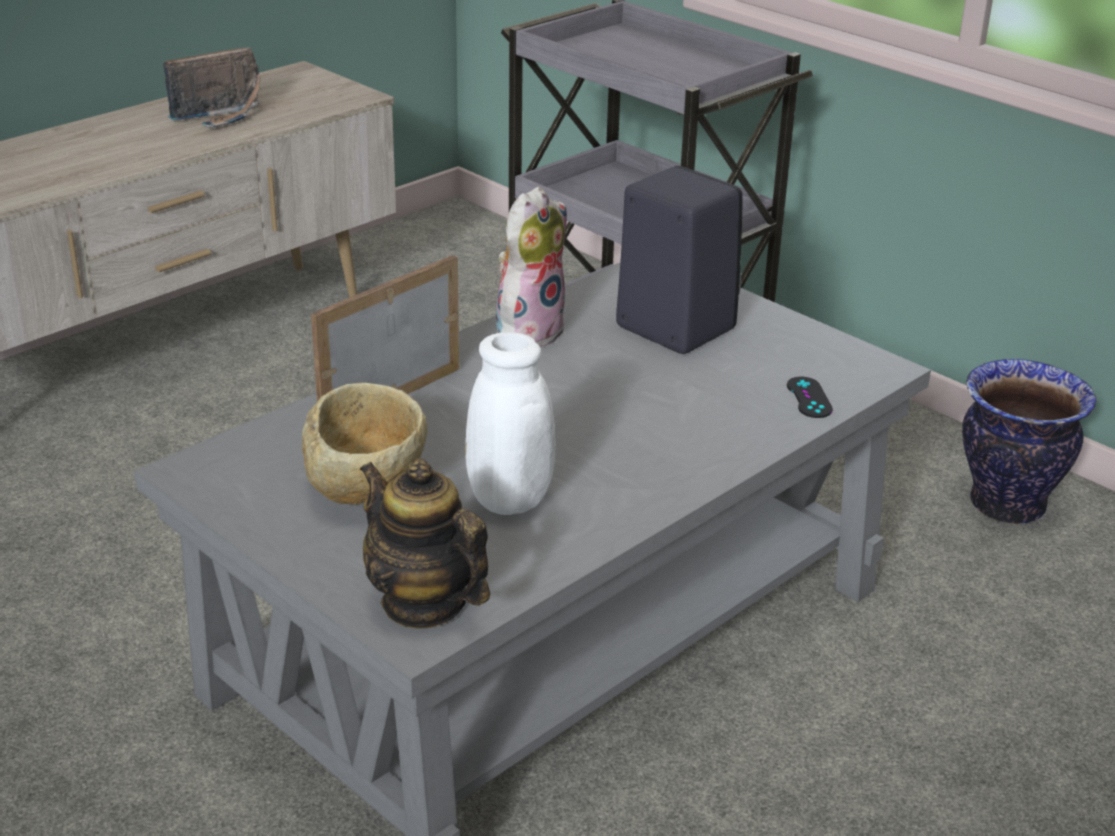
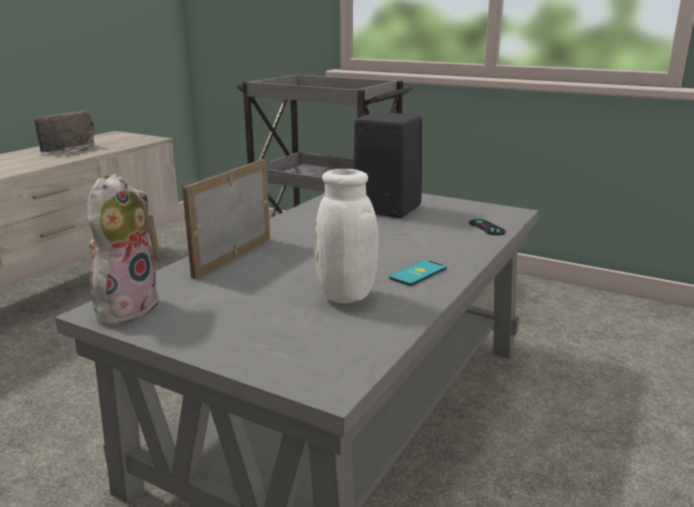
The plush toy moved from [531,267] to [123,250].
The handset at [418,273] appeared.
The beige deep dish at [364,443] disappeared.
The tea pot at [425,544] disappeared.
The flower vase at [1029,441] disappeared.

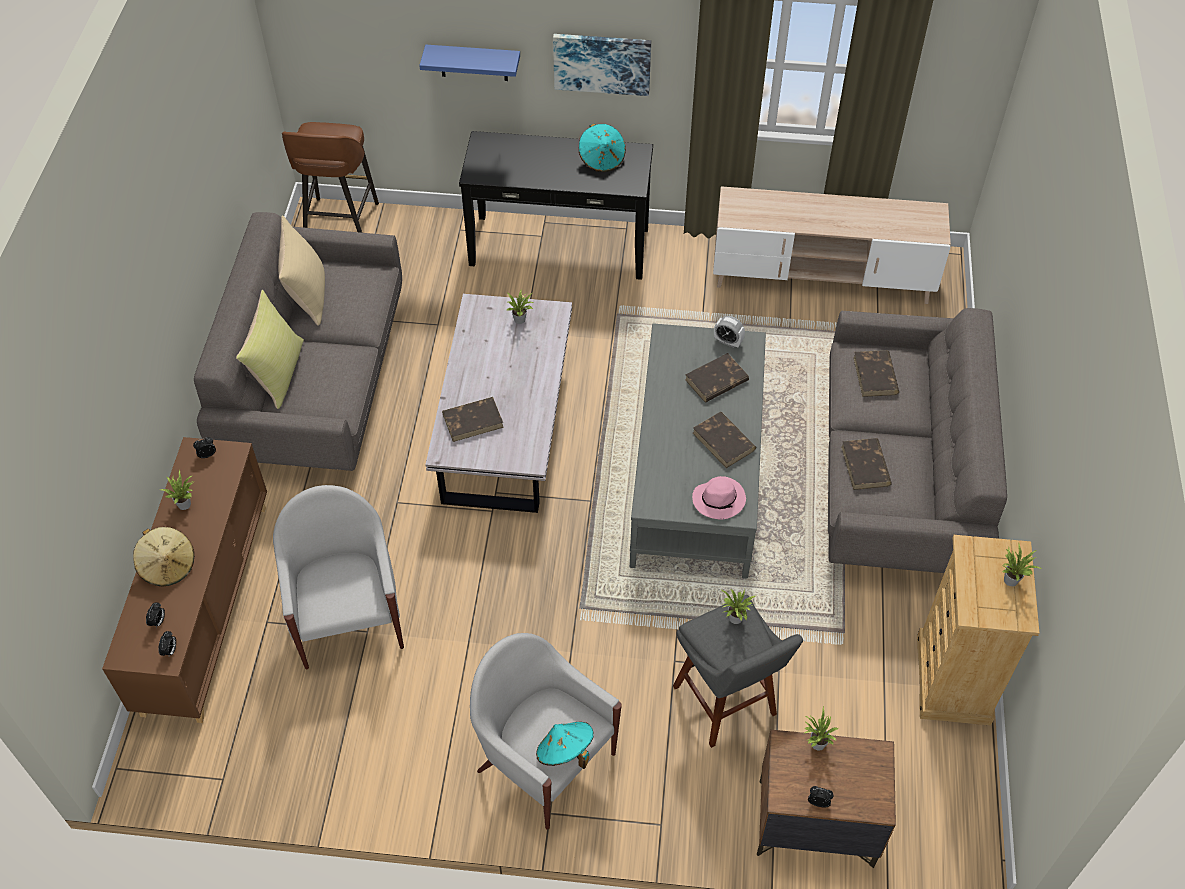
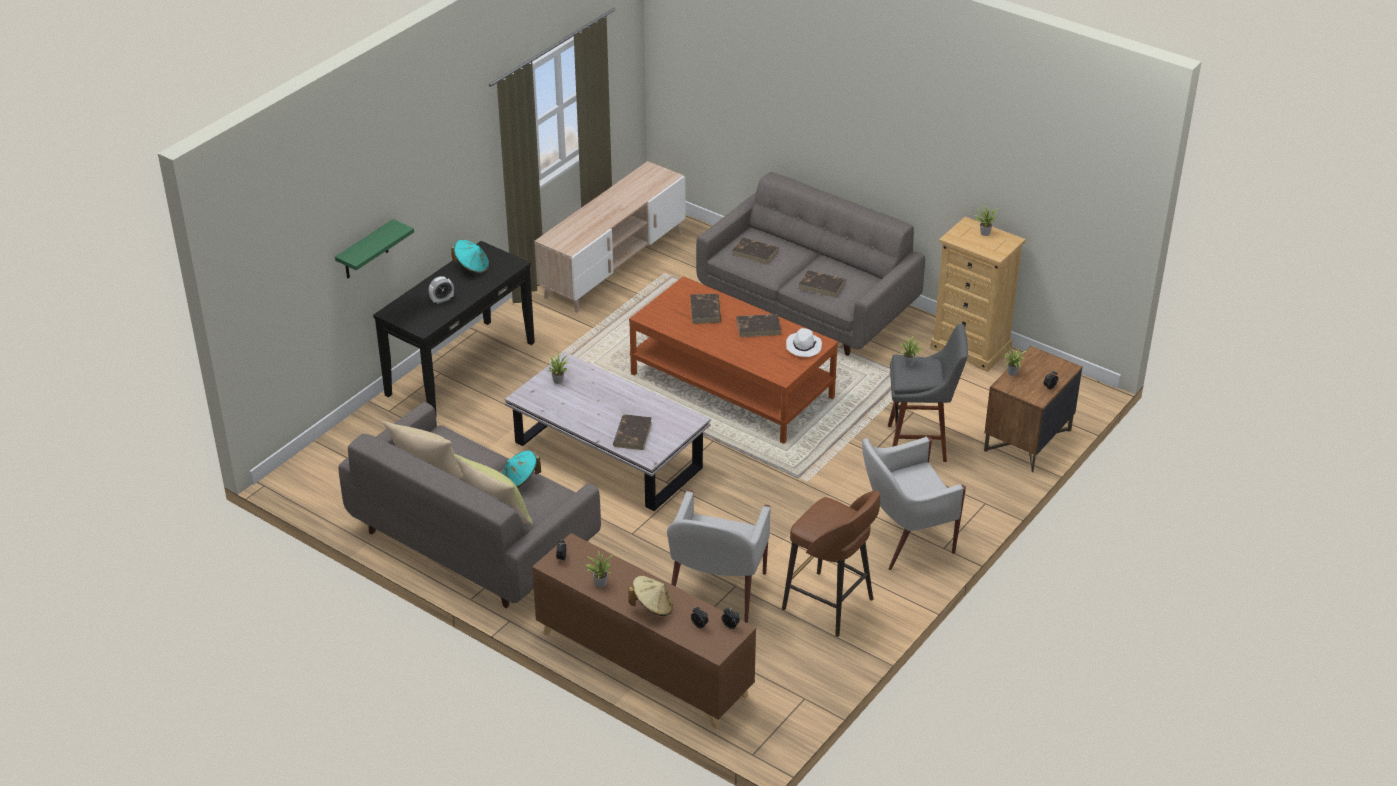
The bluish bracket shelf at [469,63] became the green-coloured bracket shelf at [374,248].
The bedside clock moved from [729,332] to [441,290].
The turquoise hat moved from [565,745] to [521,469].
The grey low table at [698,451] became the brown low table at [733,360].
The white armchair at [338,577] turned 90 degrees counterclockwise.
The brown stool moved from [330,177] to [831,564].
The pink hat at [719,497] became the white hat at [804,342].
The wall art at [602,65] disappeared.

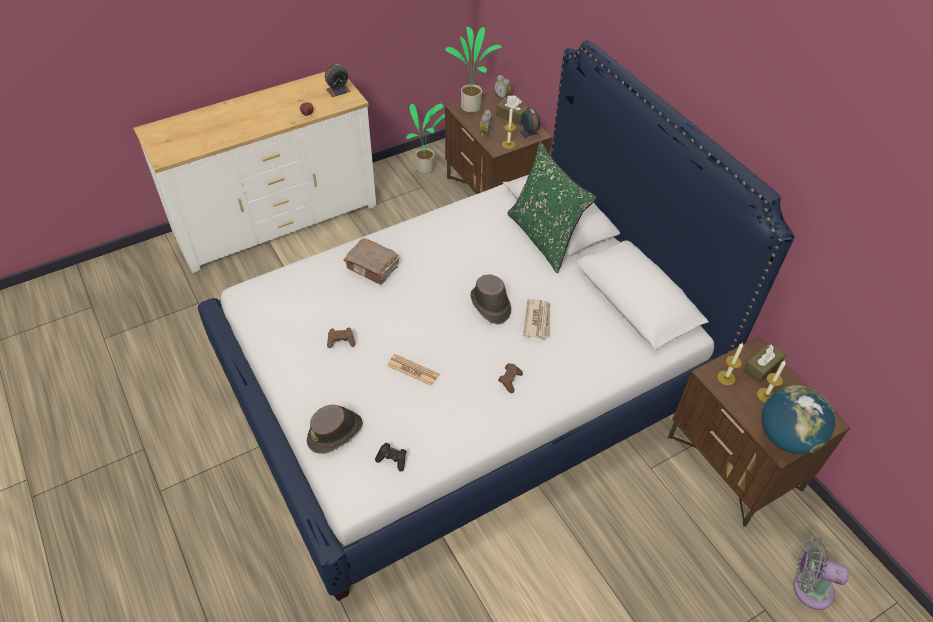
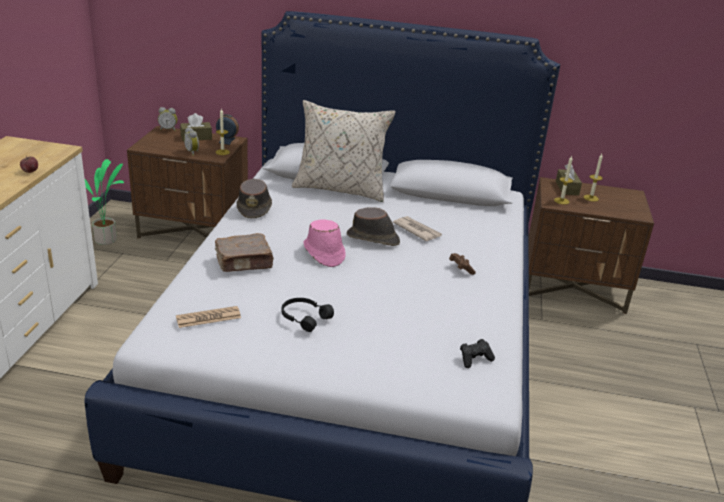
The printed paper moved from [413,370] to [208,317].
The brown hat moved from [335,429] to [254,198].
The brown game controller at [341,337] was replaced by the blackish headset at [308,315].
The green-coloured cushion at [551,207] became the beige cushion at [344,151].
The pink hat at [324,243] appeared.
The bedside clock at [338,80] disappeared.
The potted plant at [473,69] disappeared.
The world globe at [798,419] disappeared.
The grey cooling fan at [821,574] disappeared.

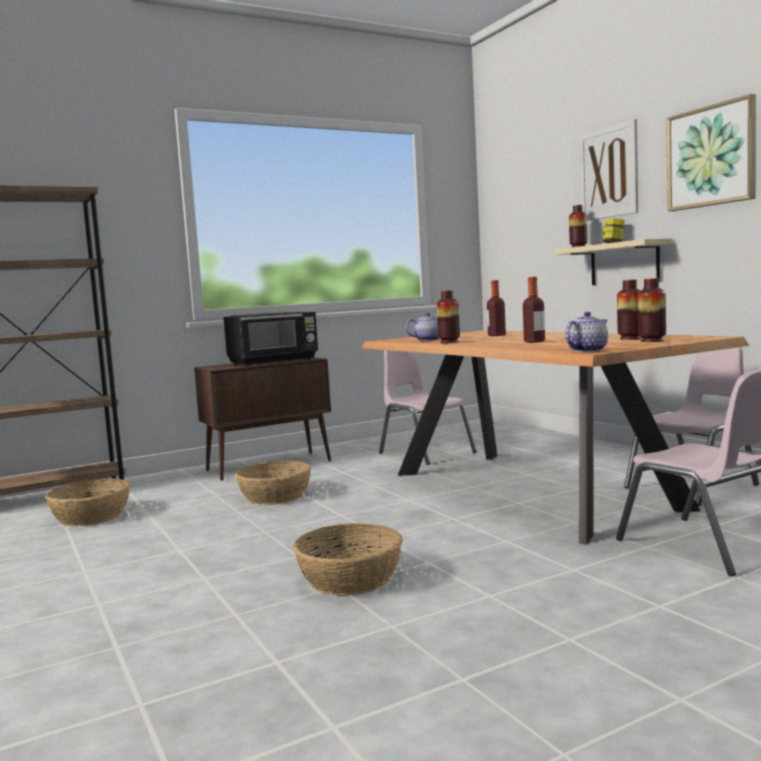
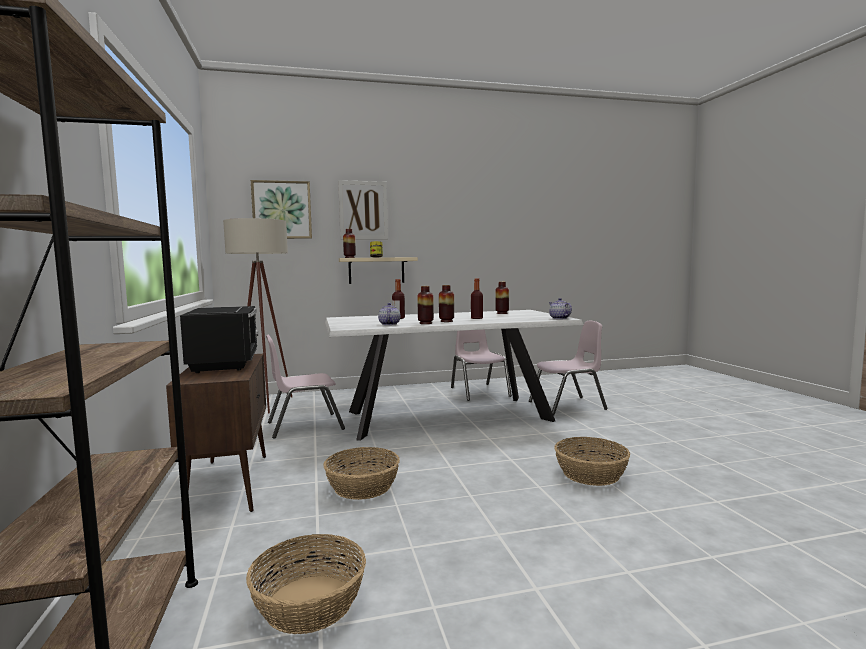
The beige standing lamp at [257,316] appeared.
The wall art moved from [711,152] to [281,209].
The brown dinner table at [555,437] became the white dinner table at [454,375].
The flower vase moved from [652,310] to [446,303].

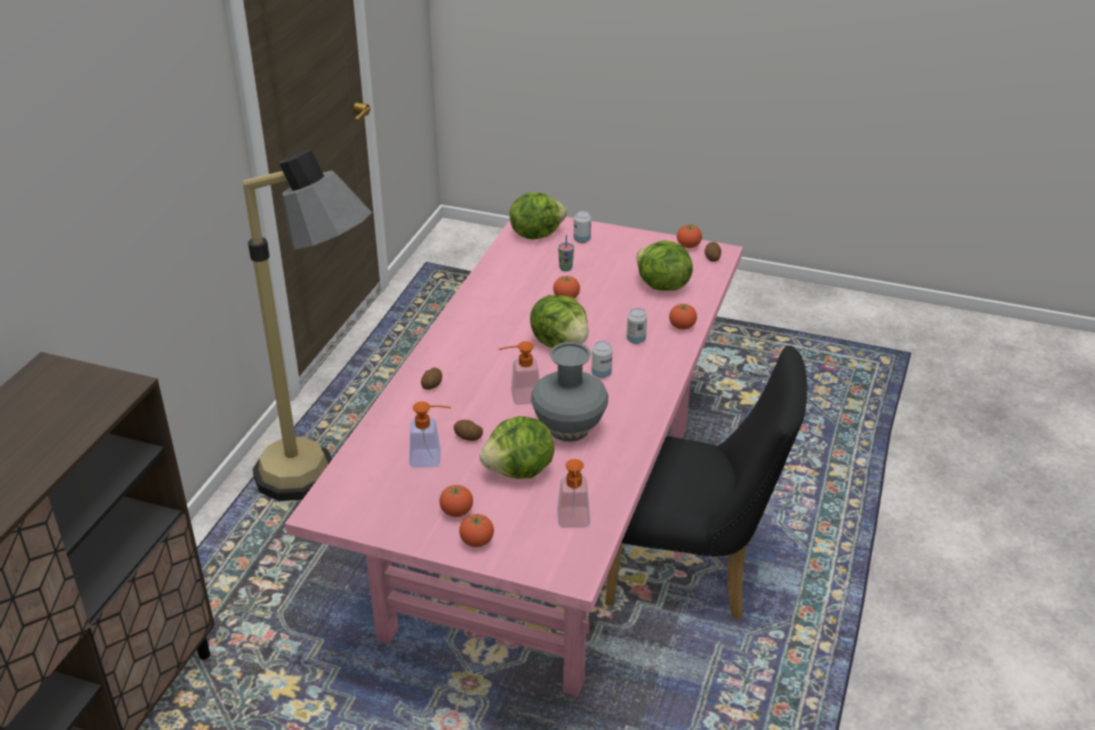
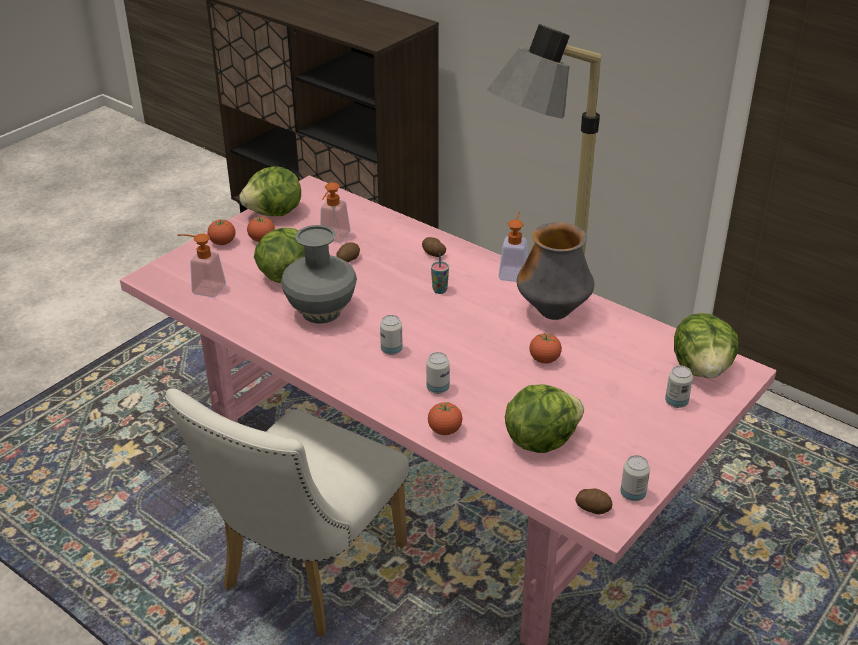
The blackish upright chair at [706,482] became the white upright chair at [287,512].
The lettuce head moved from [559,321] to [270,191].
The drinking cup moved from [566,253] to [440,273].
The soap dispenser moved from [519,373] to [513,246].
The flower vase at [555,271] appeared.
The tomato at [689,236] was replaced by the metal can at [635,478].

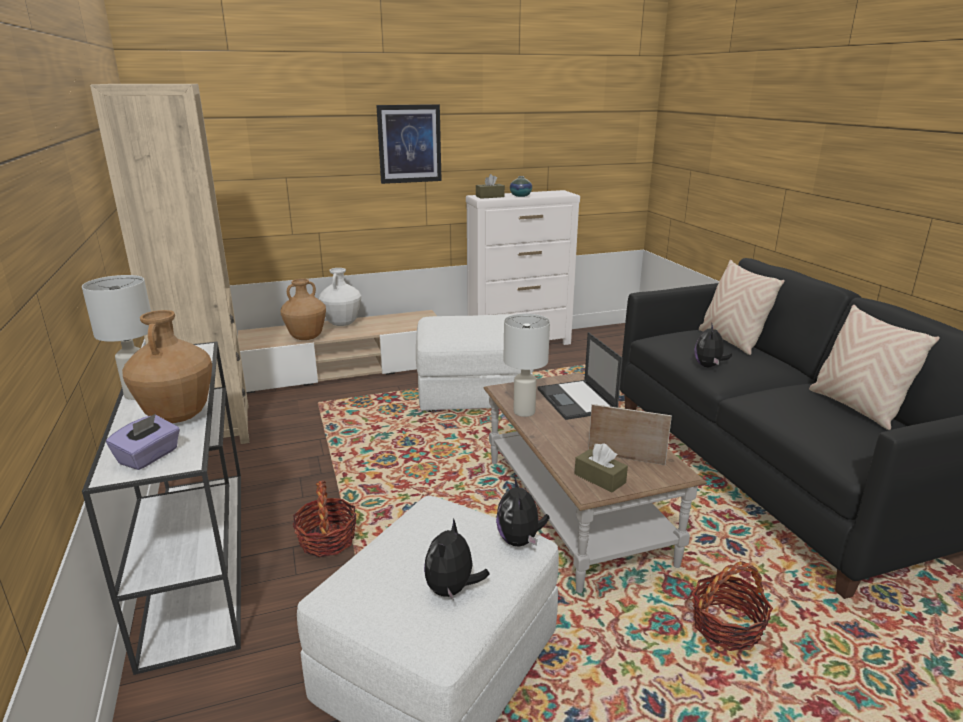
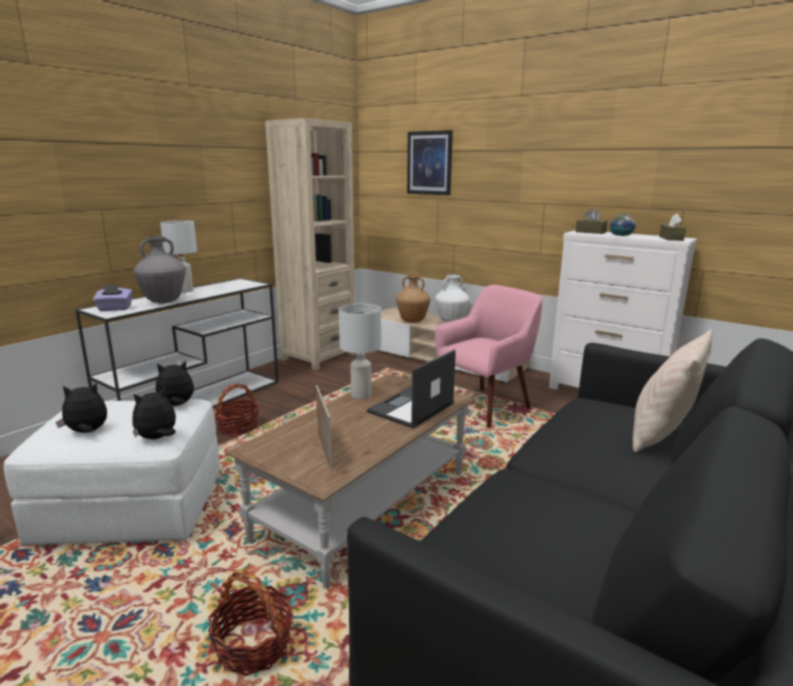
The brown flower vase at [167,366] became the grey flower vase at [159,269].
The plush toy moved from [713,344] to [175,383].
The wall art moved from [409,144] to [430,162].
The white ottoman at [475,363] was replaced by the pink armchair at [488,356].
The brown tissue box moved from [601,468] to [672,227].
The beige cushion at [874,367] disappeared.

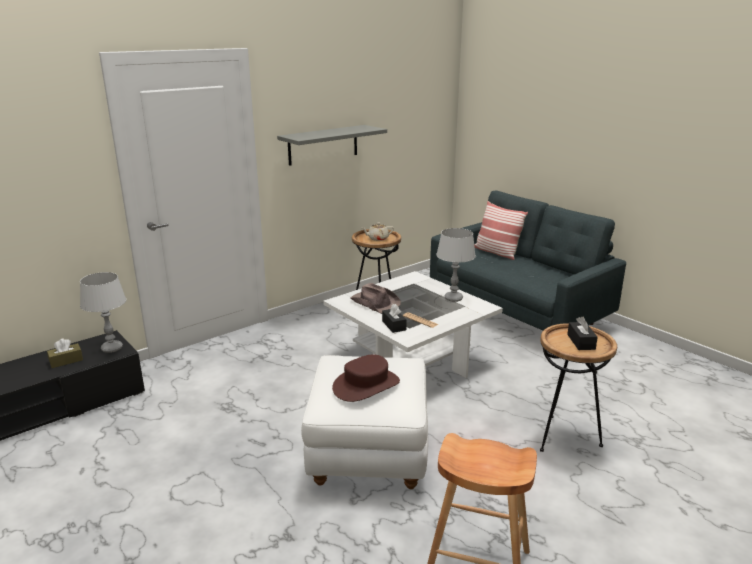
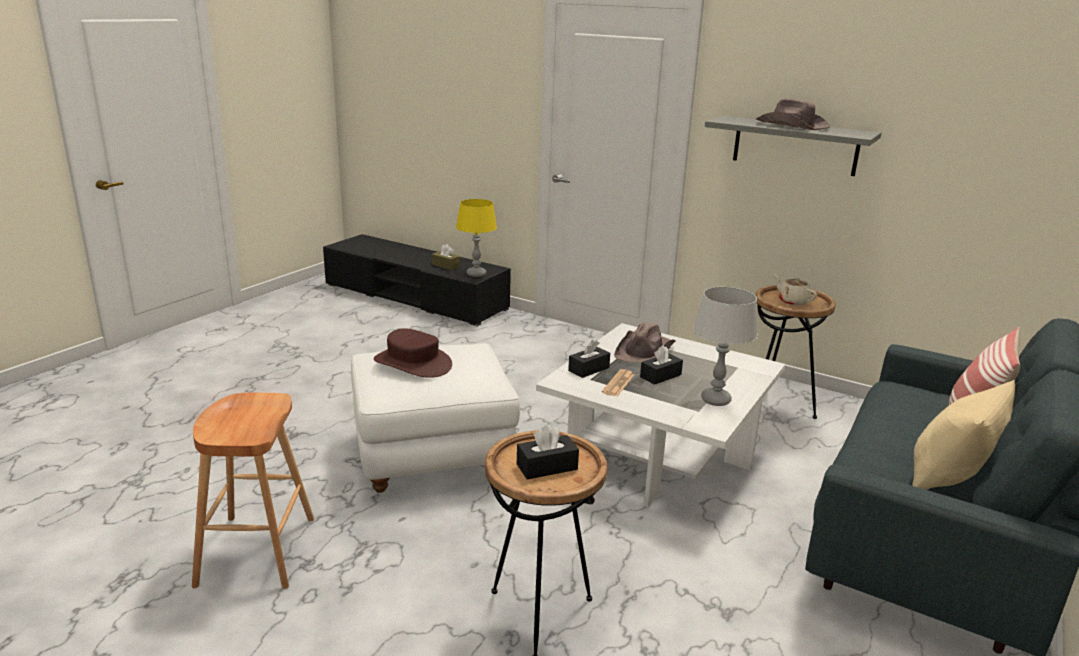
The grey table lamp at [103,312] became the yellowish table lamp at [476,238].
The blackish tissue box at [661,365] appeared.
The brown hat at [793,114] appeared.
The beige cushion at [963,435] appeared.

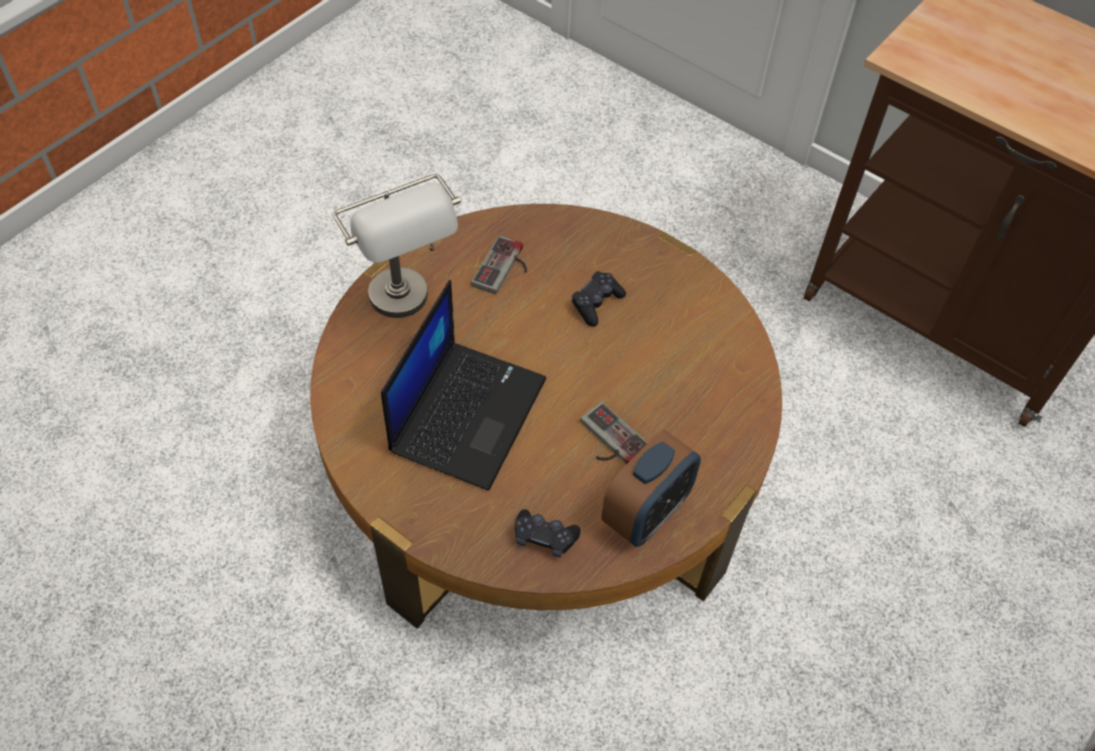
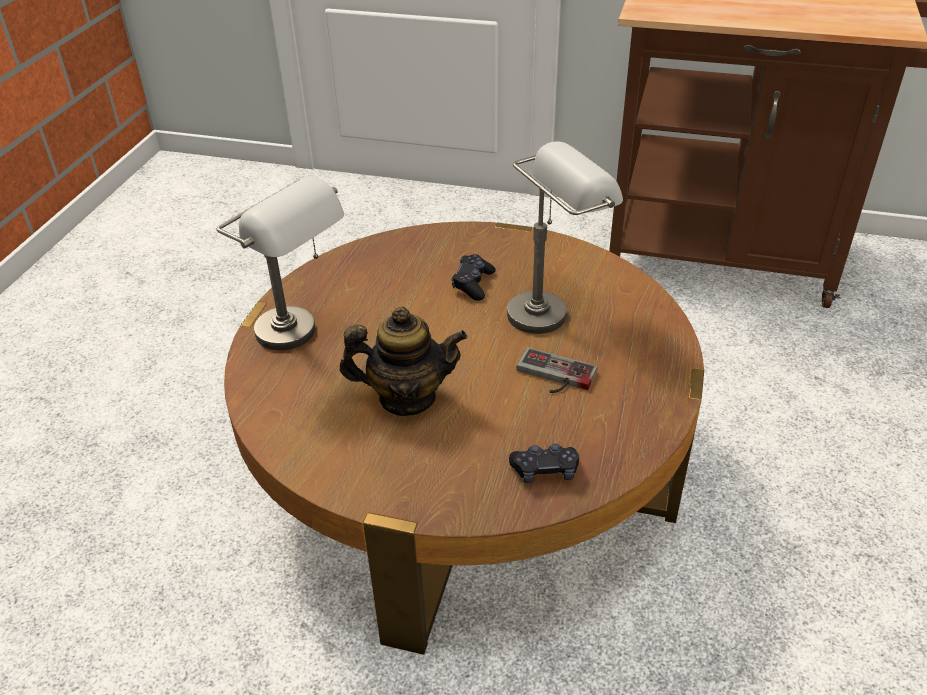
The portable computer at [463,385] was replaced by the tea pot at [403,361].
The grey table lamp at [565,238] appeared.
The game controller at [499,264] disappeared.
The bedside clock at [651,488] disappeared.

